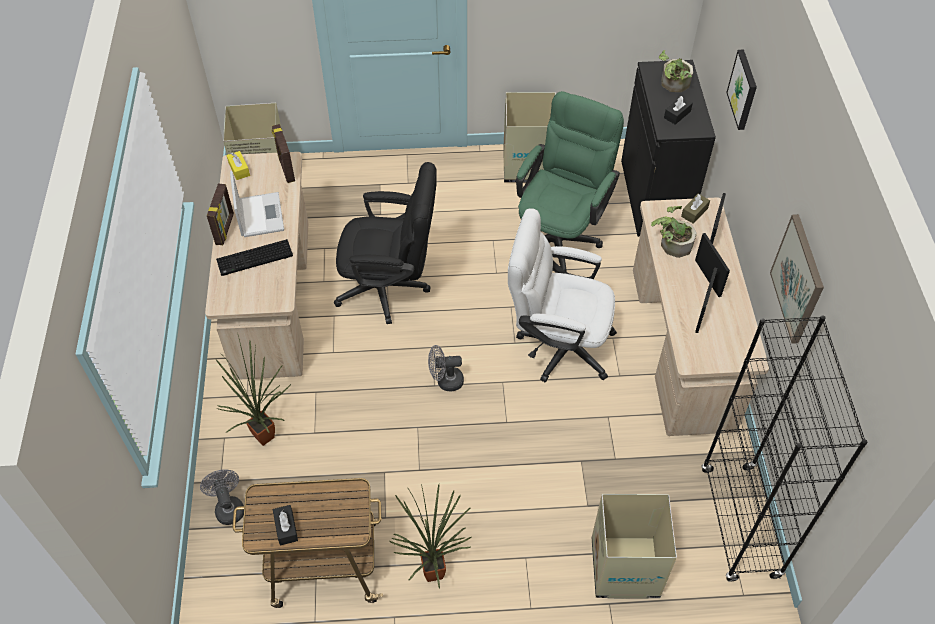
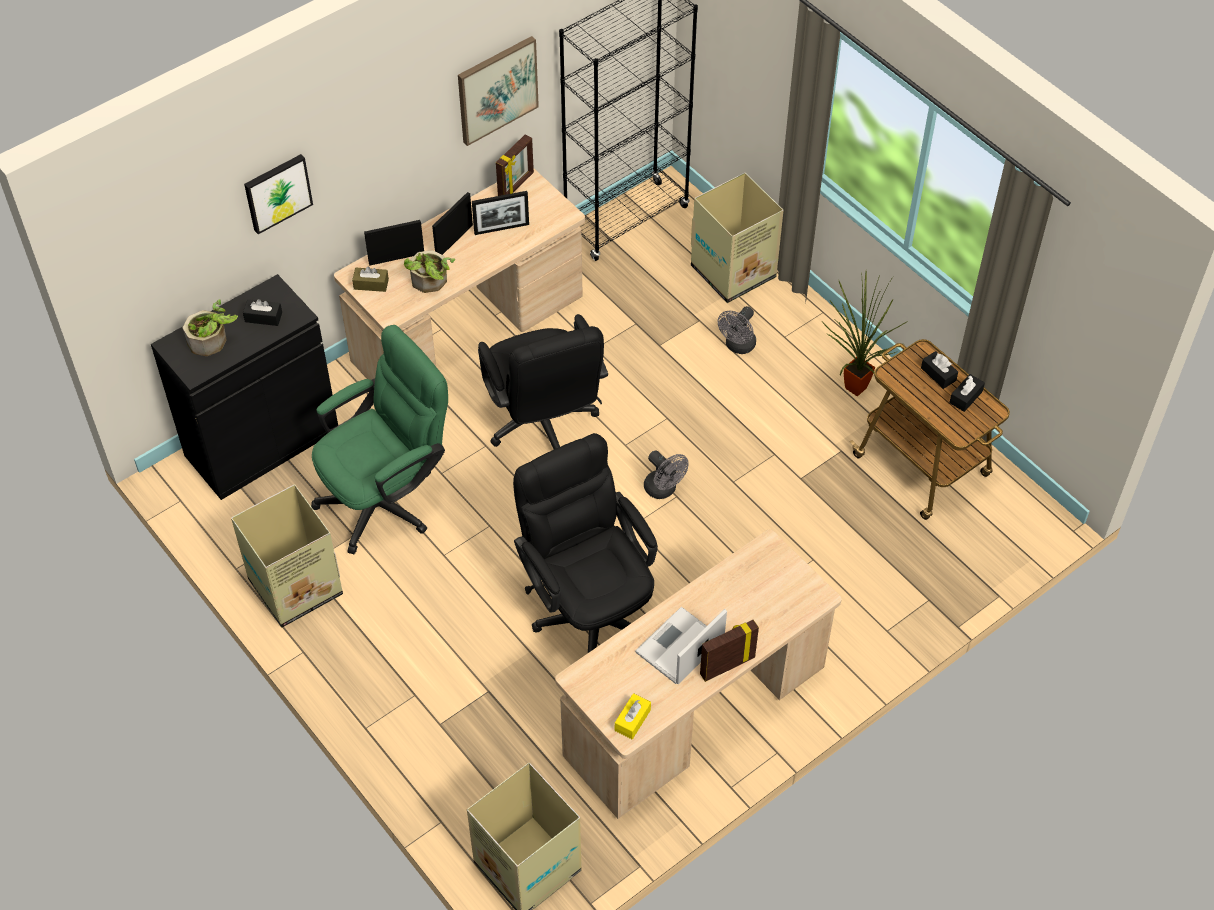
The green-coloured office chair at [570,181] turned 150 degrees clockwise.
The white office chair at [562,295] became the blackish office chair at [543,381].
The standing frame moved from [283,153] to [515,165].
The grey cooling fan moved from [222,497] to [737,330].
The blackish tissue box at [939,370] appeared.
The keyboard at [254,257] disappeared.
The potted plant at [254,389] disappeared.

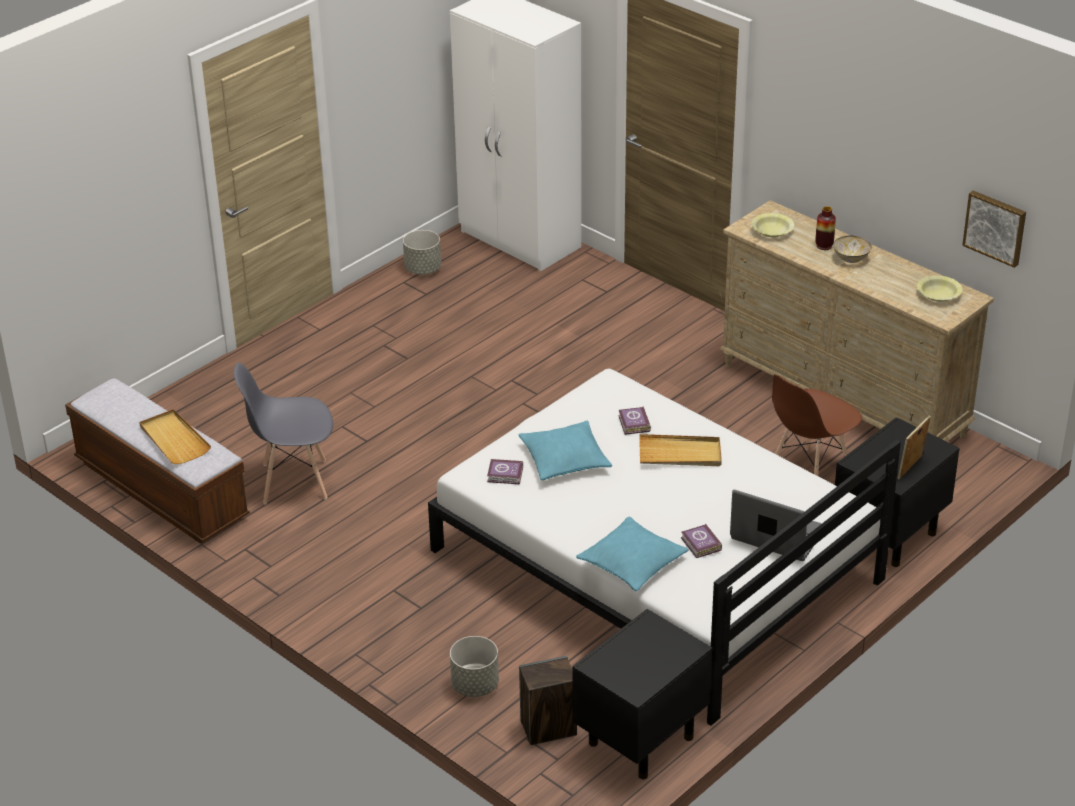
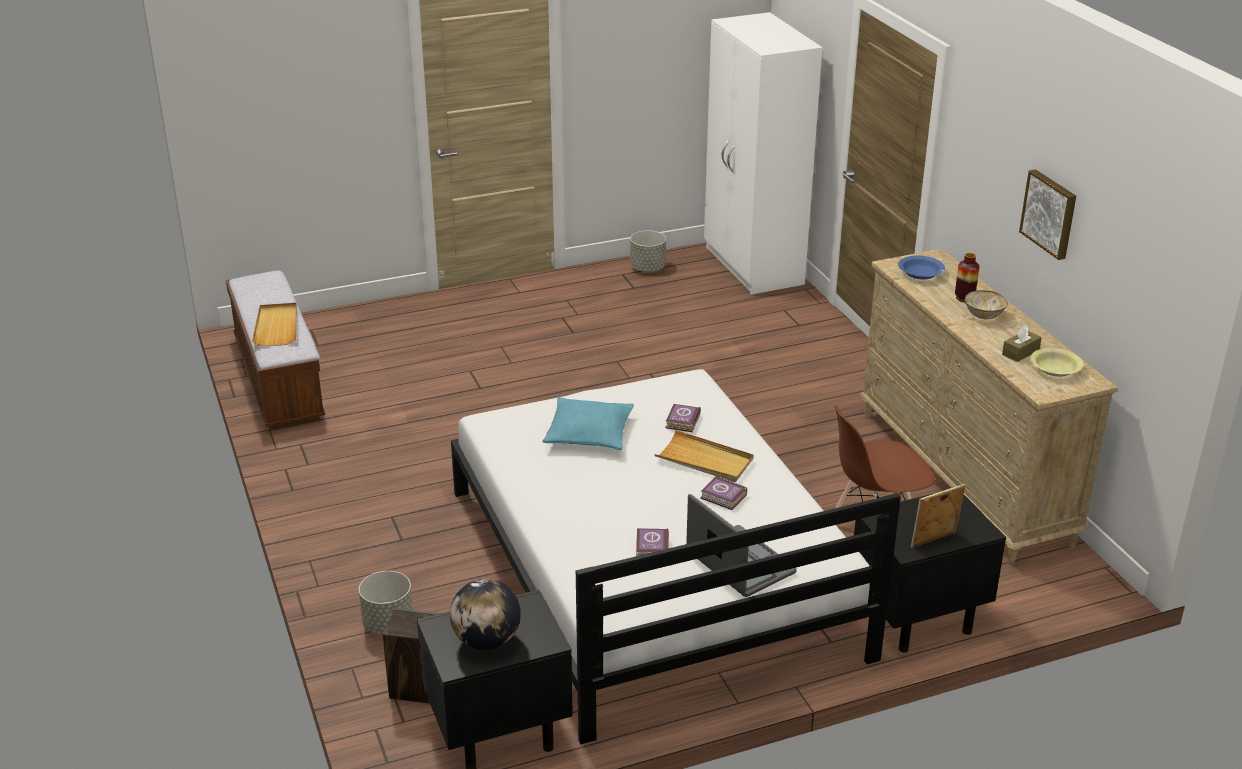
The world globe at [485,614] appeared.
The book moved from [505,471] to [723,493].
The yellowish deep dish at [772,225] became the bluish deep dish at [921,268].
The brown tissue box at [1022,343] appeared.
The wall art moved from [994,229] to [1047,214].
The grey upright chair at [283,433] disappeared.
The turquoise cushion at [632,554] disappeared.

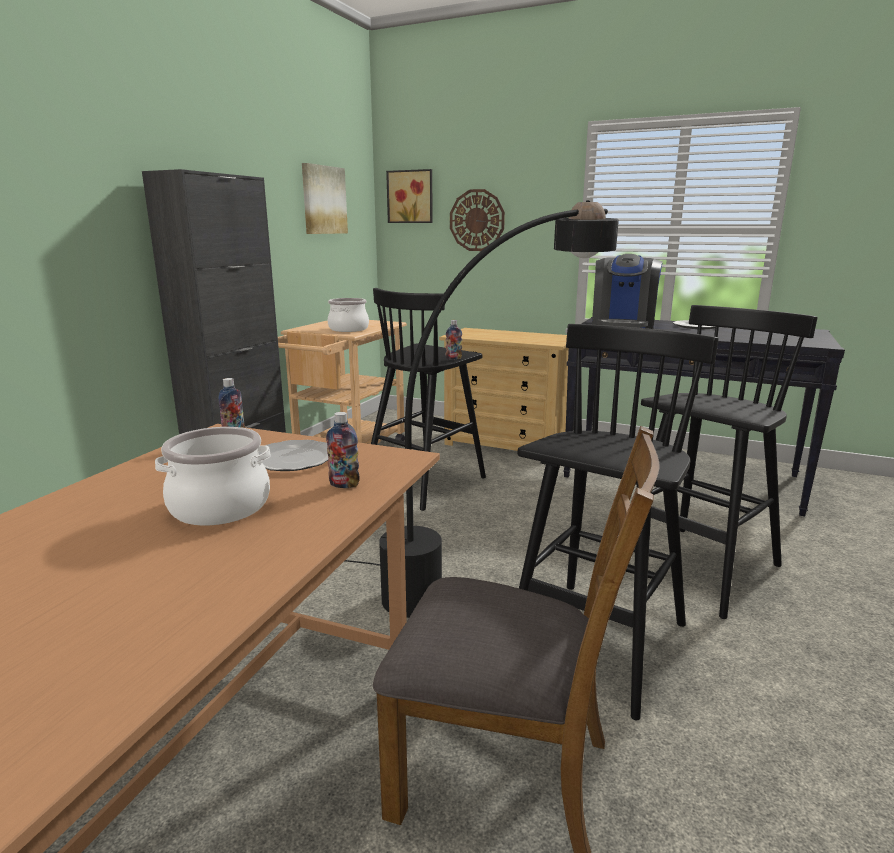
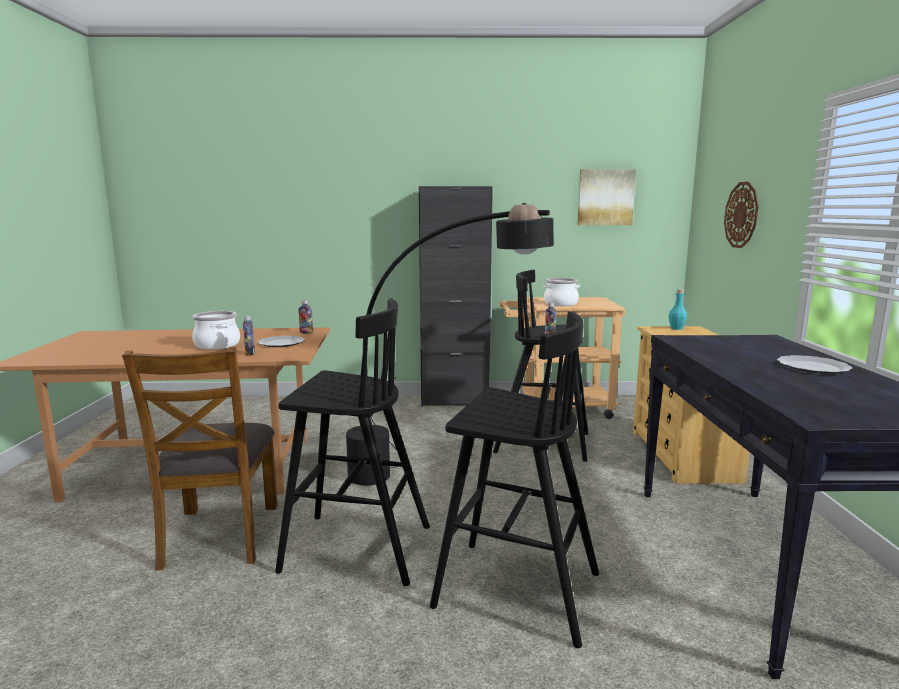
The turquoise bottle at [678,309] appeared.
The wall art at [409,196] disappeared.
The coffee machine at [627,291] disappeared.

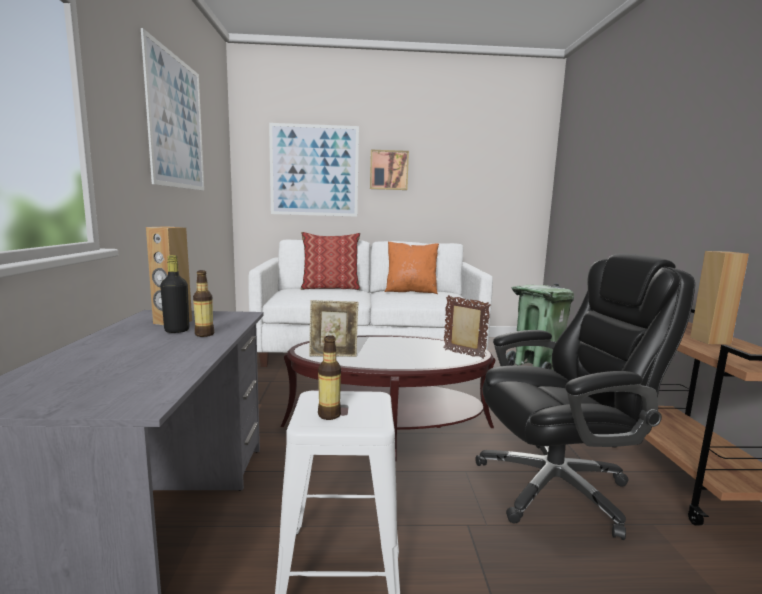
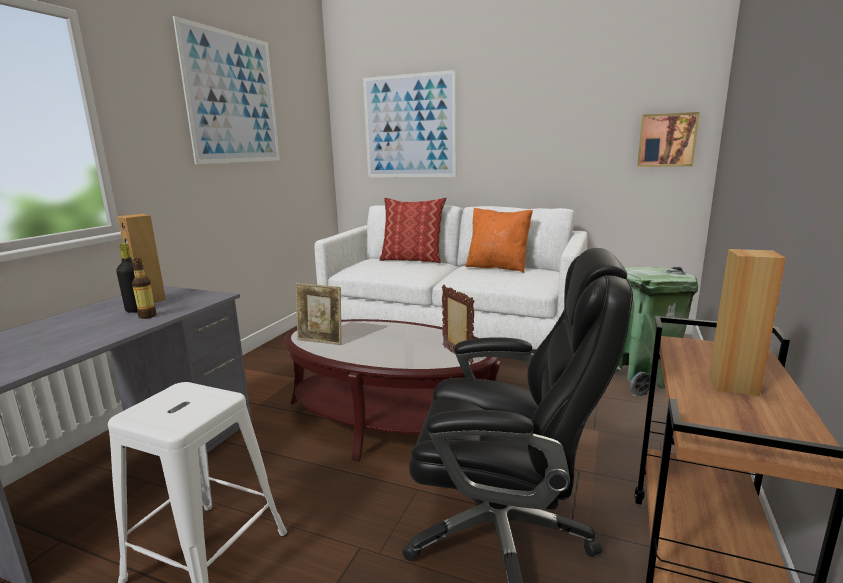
The wall art moved from [389,170] to [668,139].
The bottle at [329,377] disappeared.

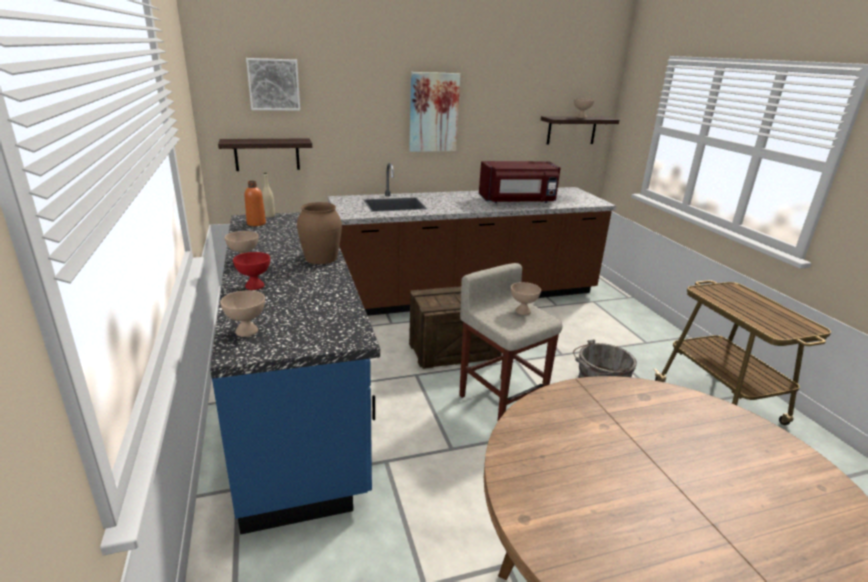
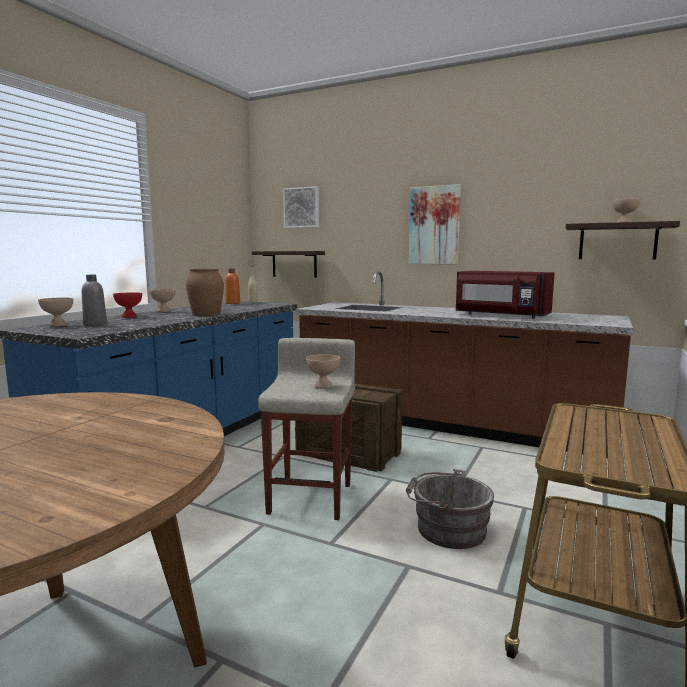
The grey bottle at [94,300] appeared.

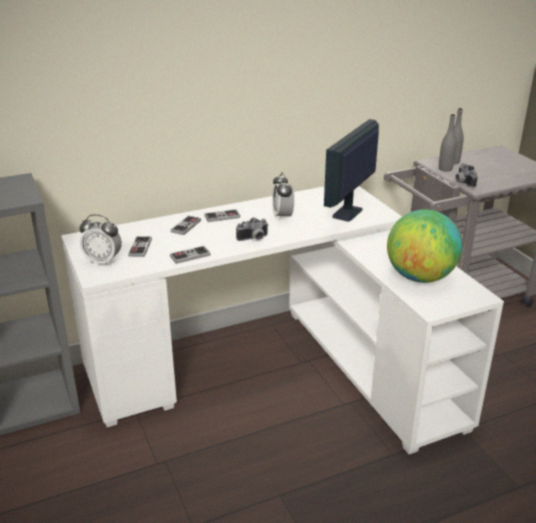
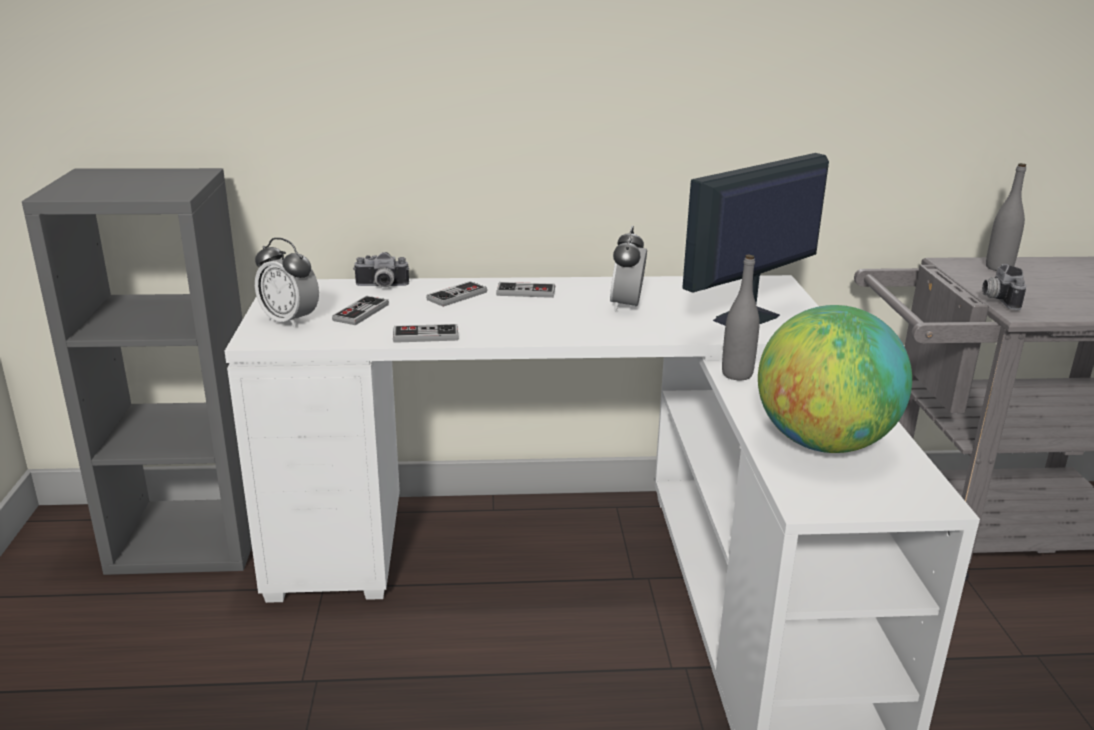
The photo camera moved from [252,229] to [381,269].
The grey bottle moved from [447,142] to [741,317].

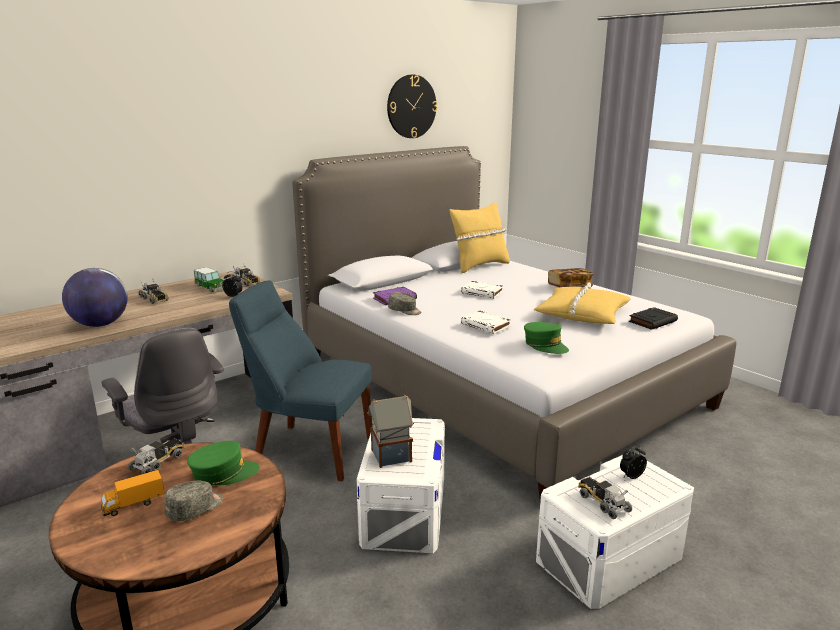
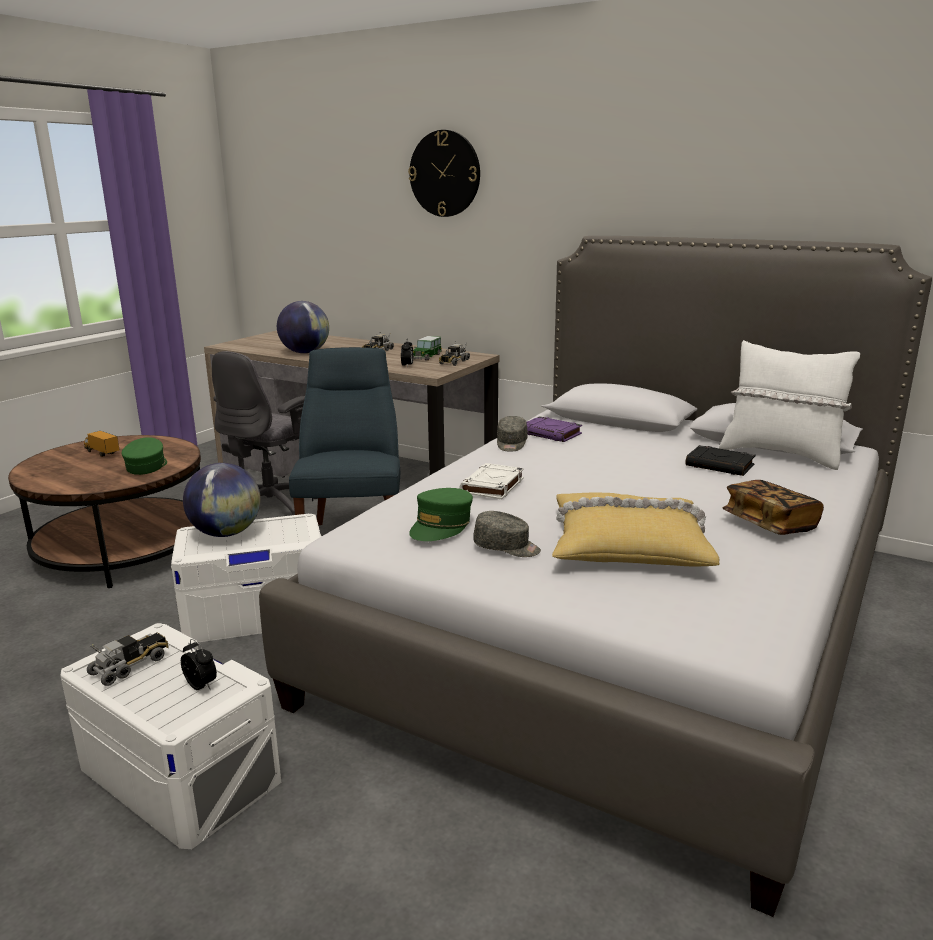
The green-coloured baseball cap at [223,463] turned 150 degrees counterclockwise.
The model house at [390,431] was replaced by the world globe at [222,500].
The hanging clock moved from [412,106] to [444,173].
The grey baseball cap moved from [193,501] to [507,534].
The blackish book moved from [653,318] to [720,460].
The yellowish cushion at [480,238] became the white cushion at [789,405].
The toy lorry at [156,456] disappeared.
The white book at [482,289] disappeared.

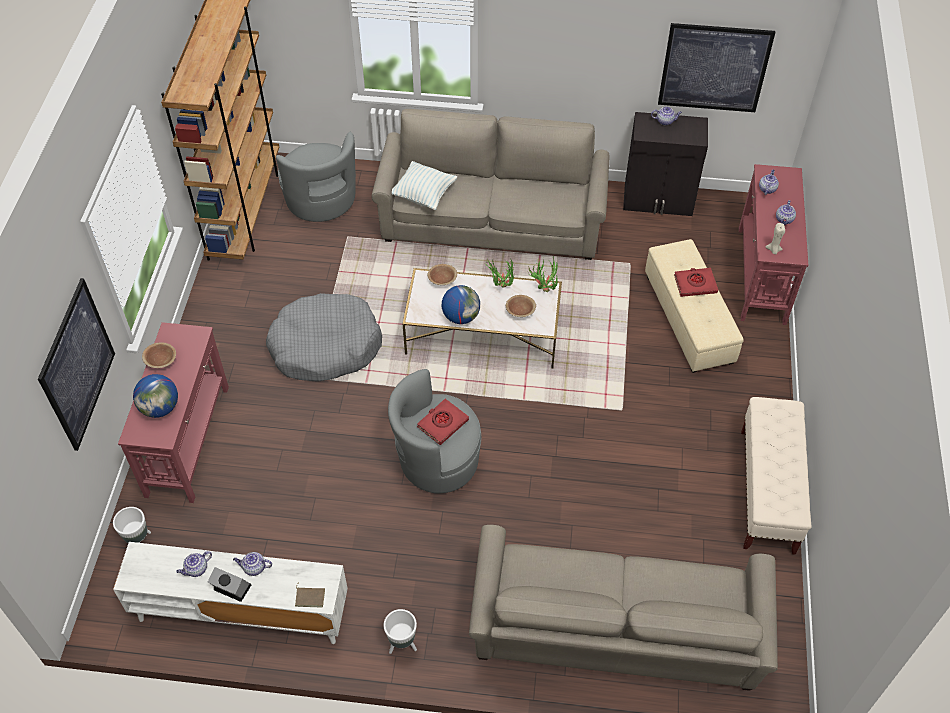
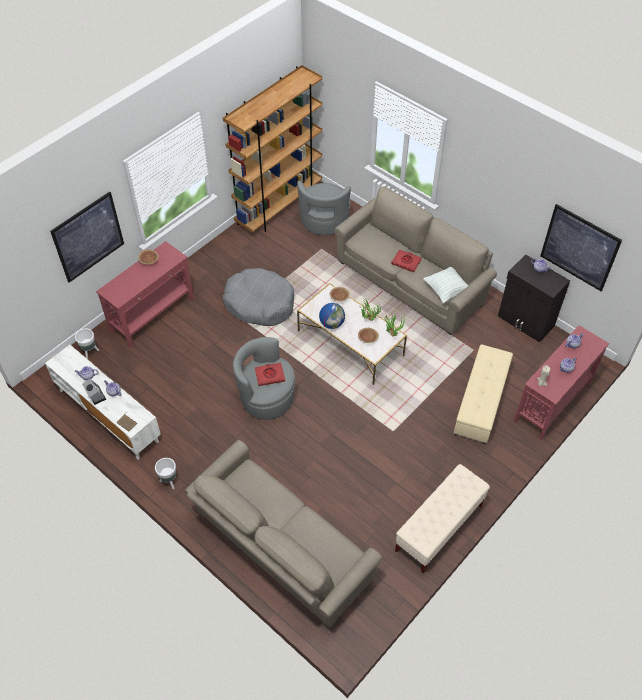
The red book moved from [696,282] to [406,260].
The cushion moved from [425,185] to [445,285].
The world globe at [155,396] disappeared.

